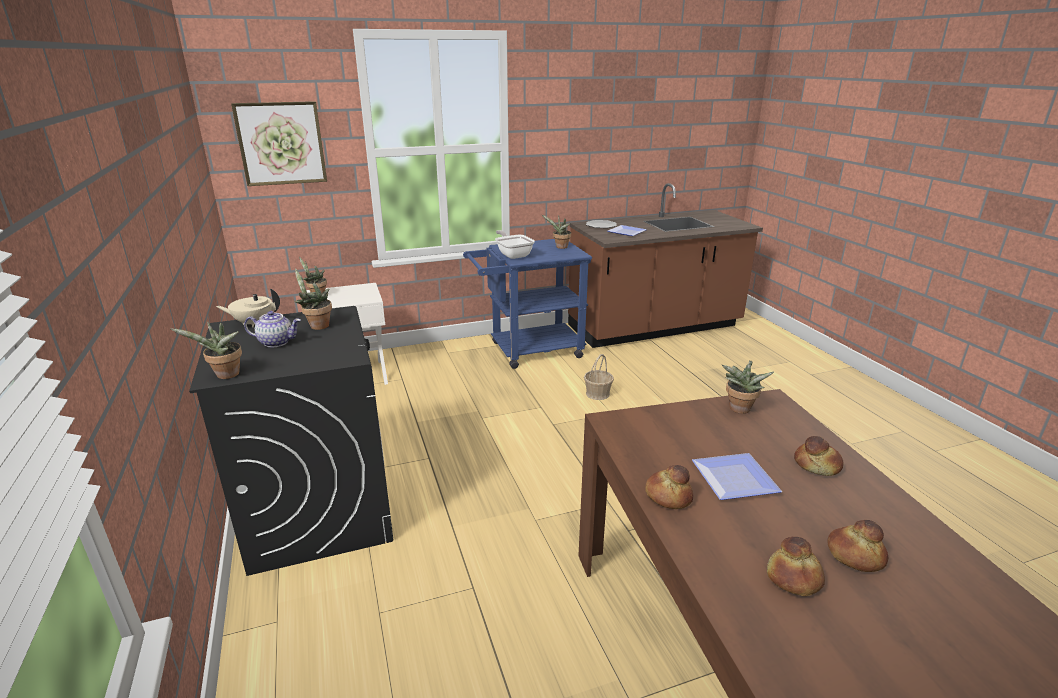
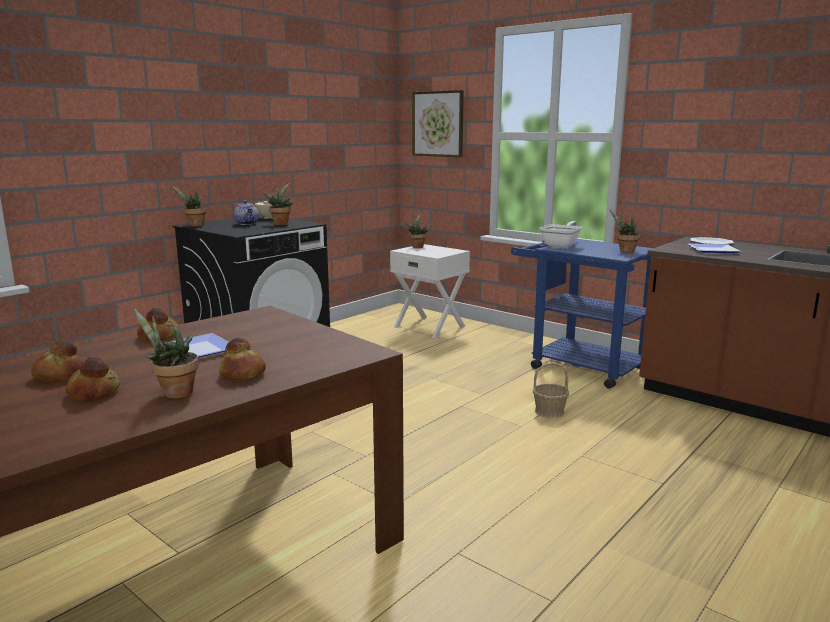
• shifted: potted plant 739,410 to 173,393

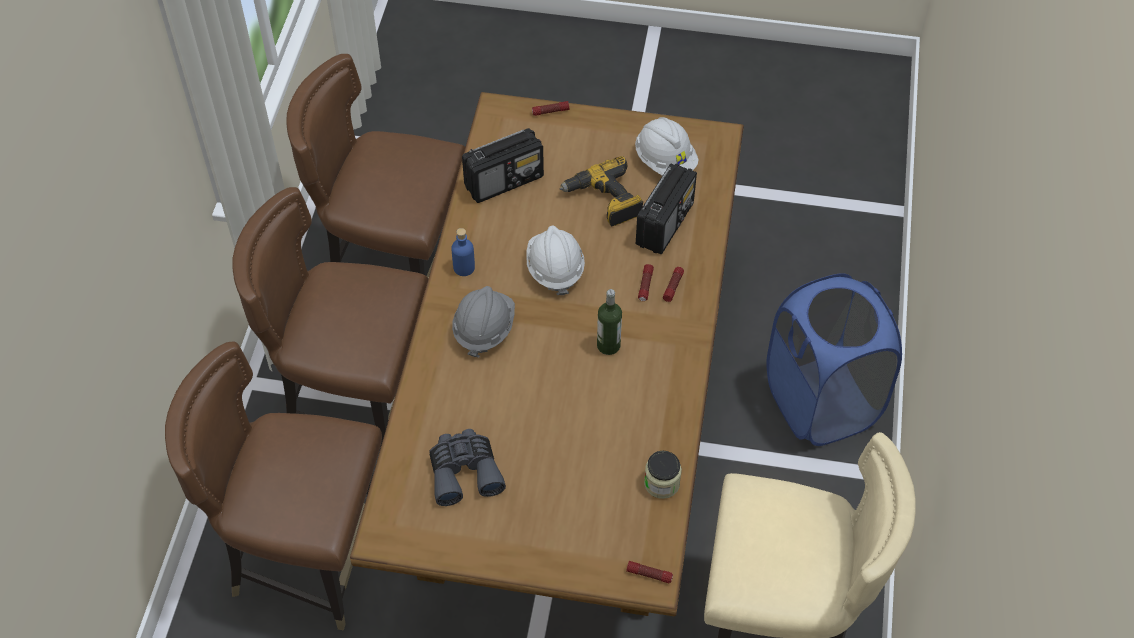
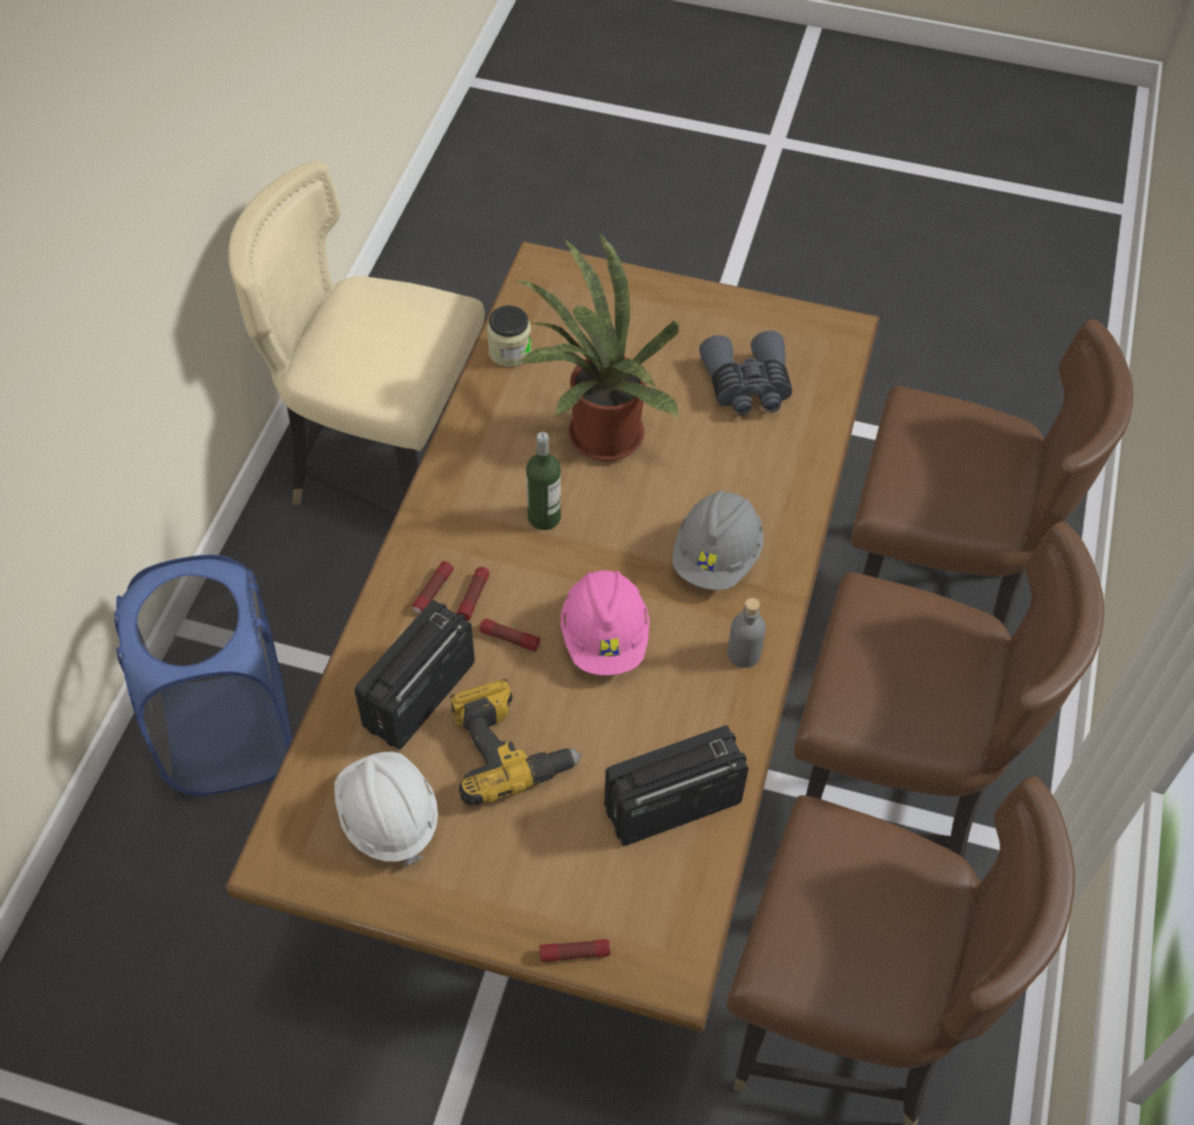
• shifted: flashlight 649,574 to 509,639
• new: potted plant 598,438
• repainted: white hard hat 554,269 to pink hard hat 605,638
• repainted: blue bottle 464,268 to grey bottle 743,654

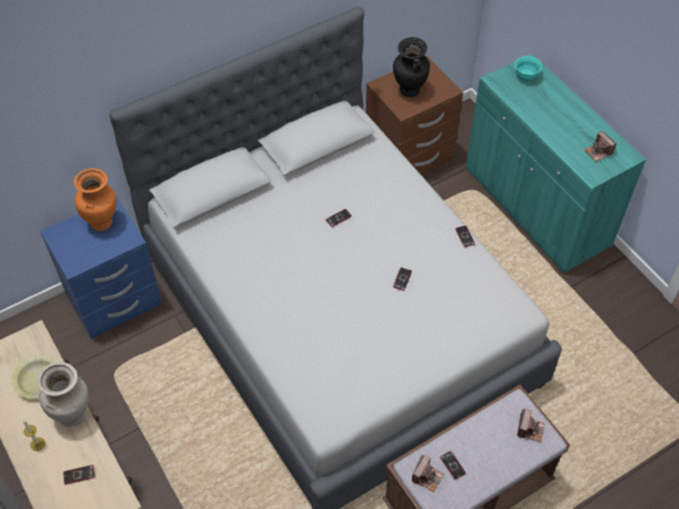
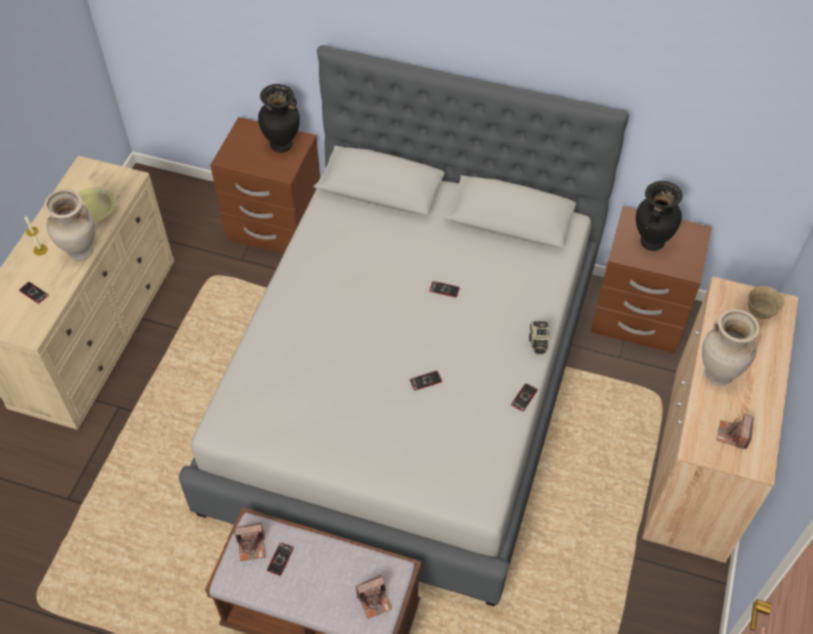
• repainted: blue nightstand 115,301 to brown nightstand 275,228
• repainted: orange vase 103,223 to black vase 282,146
• new: photo camera 538,342
• repainted: turquoise cabinet 536,207 to beige cabinet 698,462
• new: beige vase 718,374
• repainted: turquoise bowl 526,76 to beige bowl 760,312

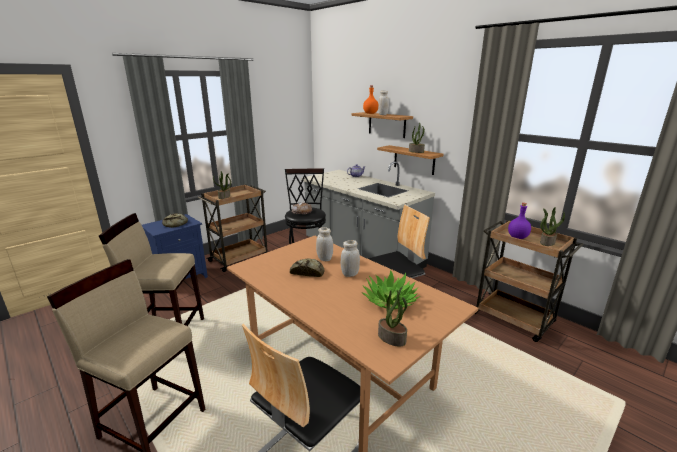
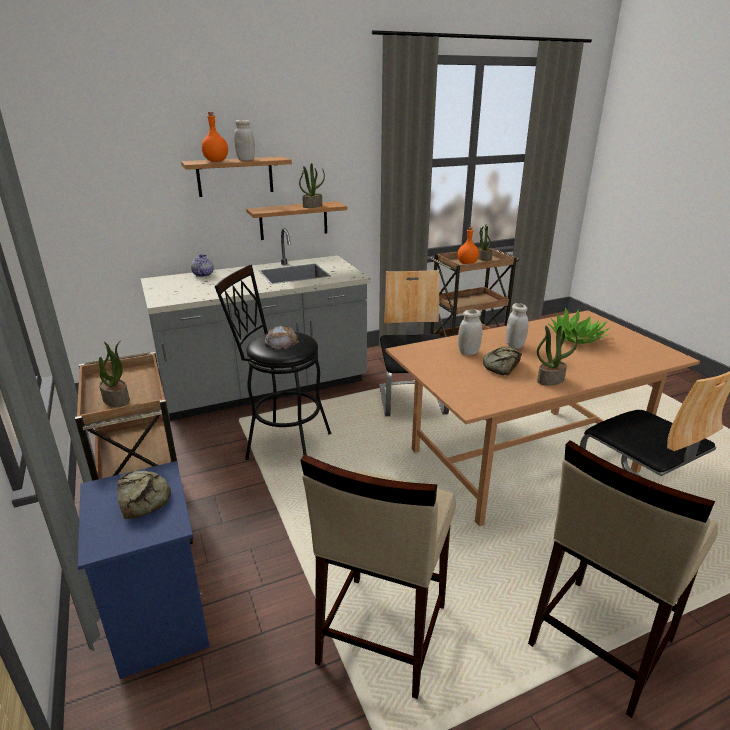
• repainted: purple bottle 517,237 to orange bottle 467,263
• shifted: potted plant 392,338 to 550,379

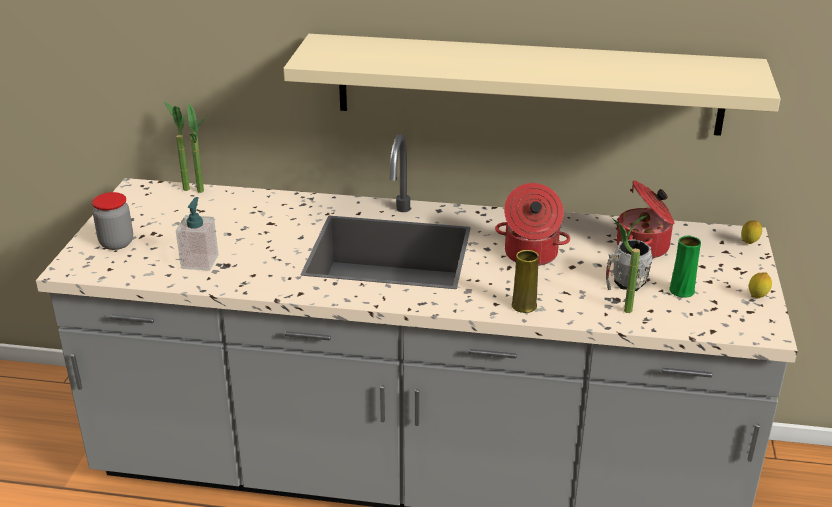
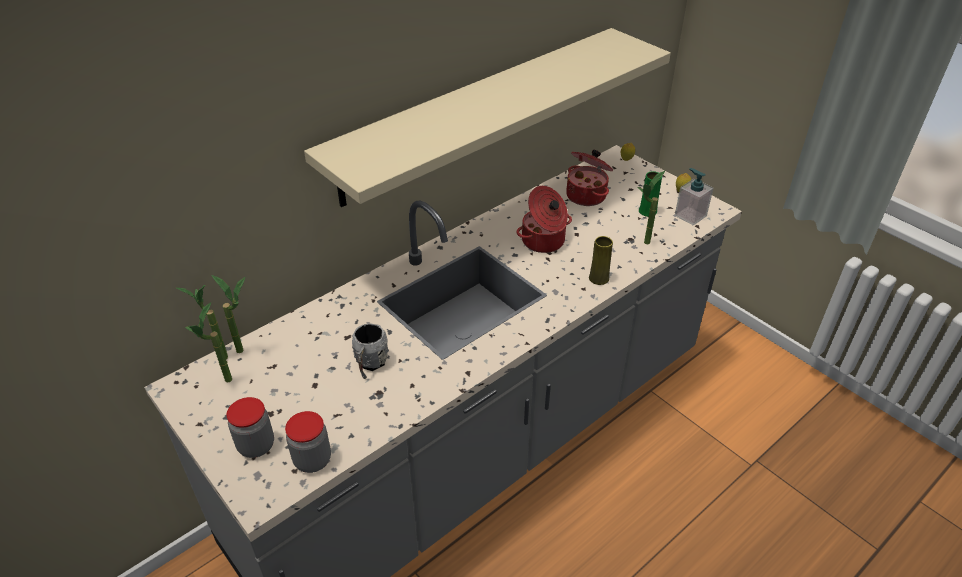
• new: potted plant 222,384
• new: jar 312,460
• shifted: grey mug 624,284 to 370,364
• shifted: soap dispenser 200,261 to 690,216

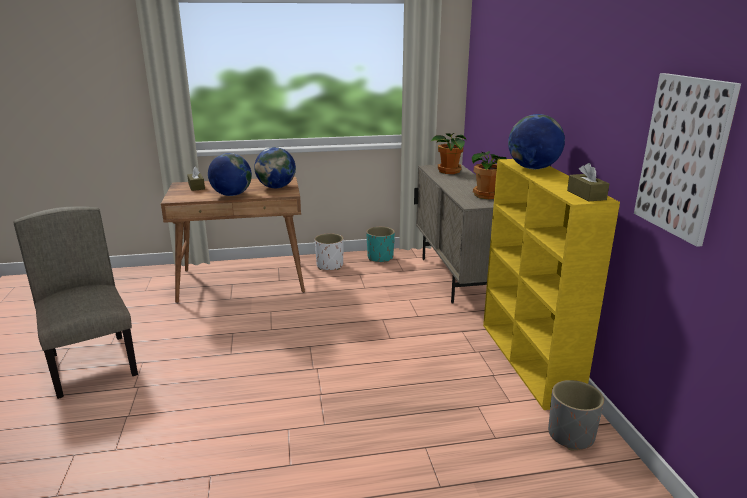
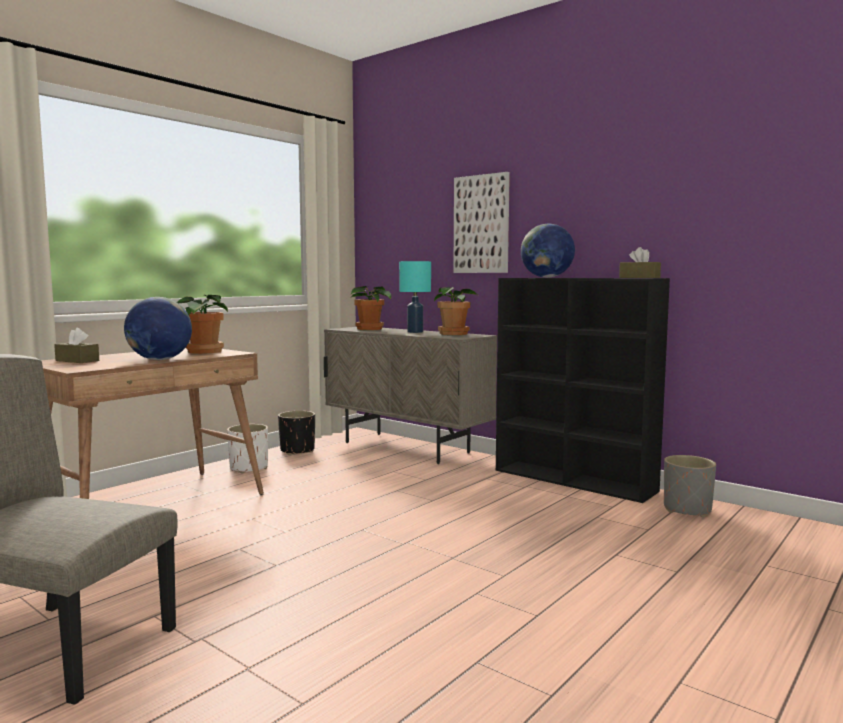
• swapped: globe 276,187 to potted plant 203,351
• repainted: turquoise planter 380,258 to black planter 297,451
• new: turquoise table lamp 415,332
• shifted: picture 683,157 to 481,224
• repainted: yellow bookcase 529,361 to black bookcase 575,480

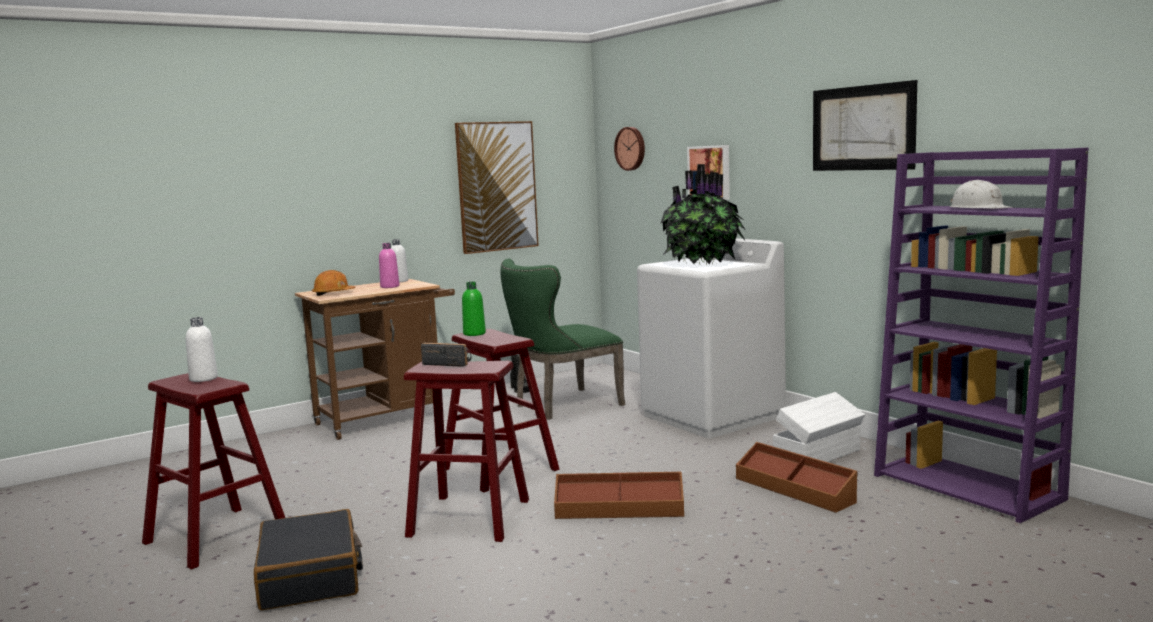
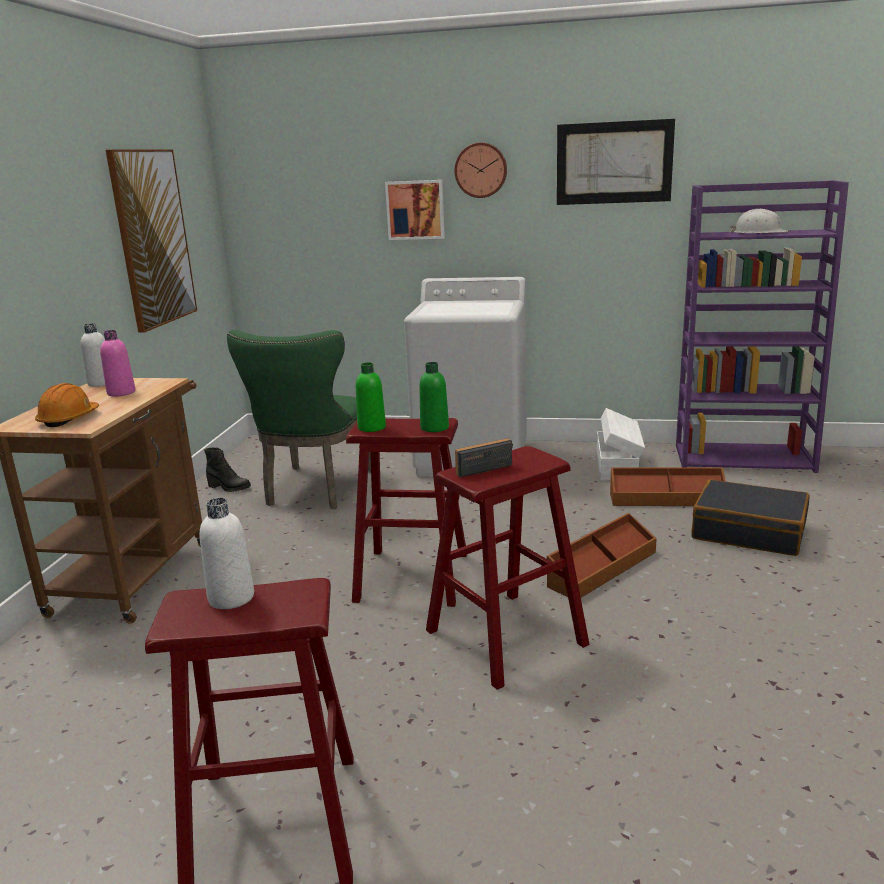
• new: green bottle 434,428
• shifted: wall clock 631,148 to 481,170
• shifted: black suitcase 310,576 to 749,531
• gone: potted plant 703,264

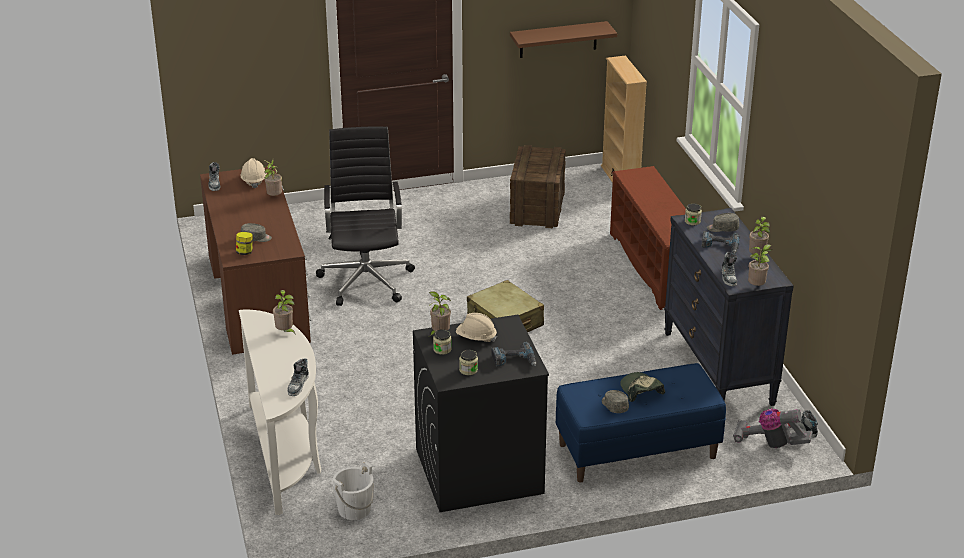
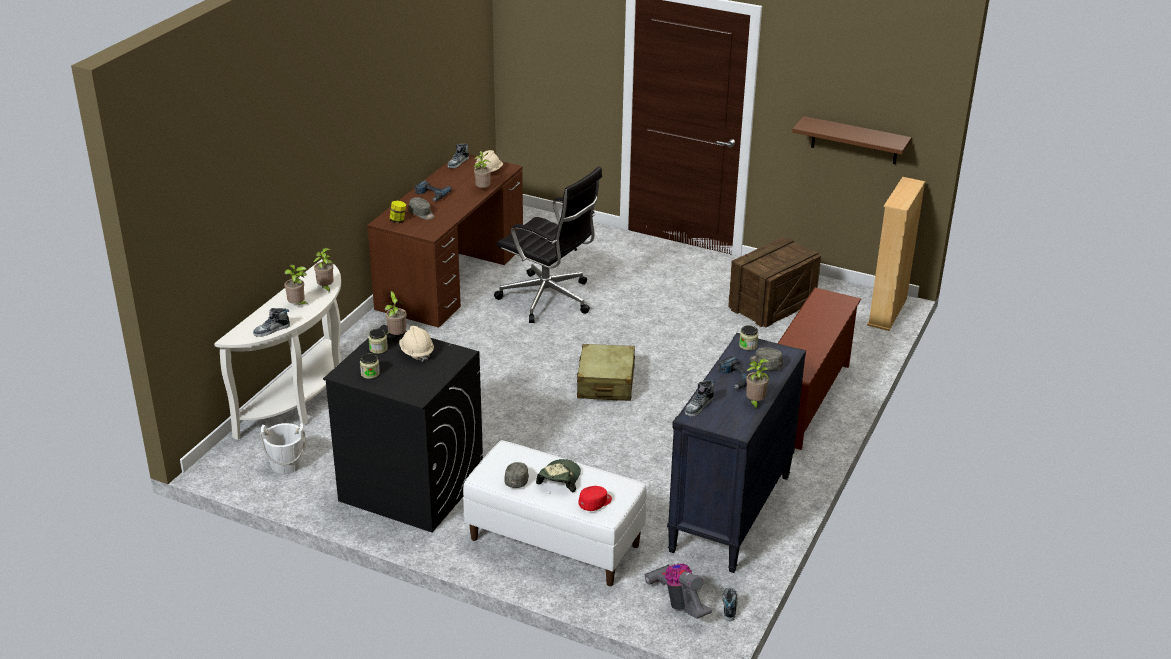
• shifted: potted plant 757,287 to 298,305
• shifted: power drill 514,360 to 431,195
• repainted: blue bench 637,451 to white bench 553,542
• rotated: black office chair 366,279 = 549,299 90 degrees clockwise
• new: red cap 595,503

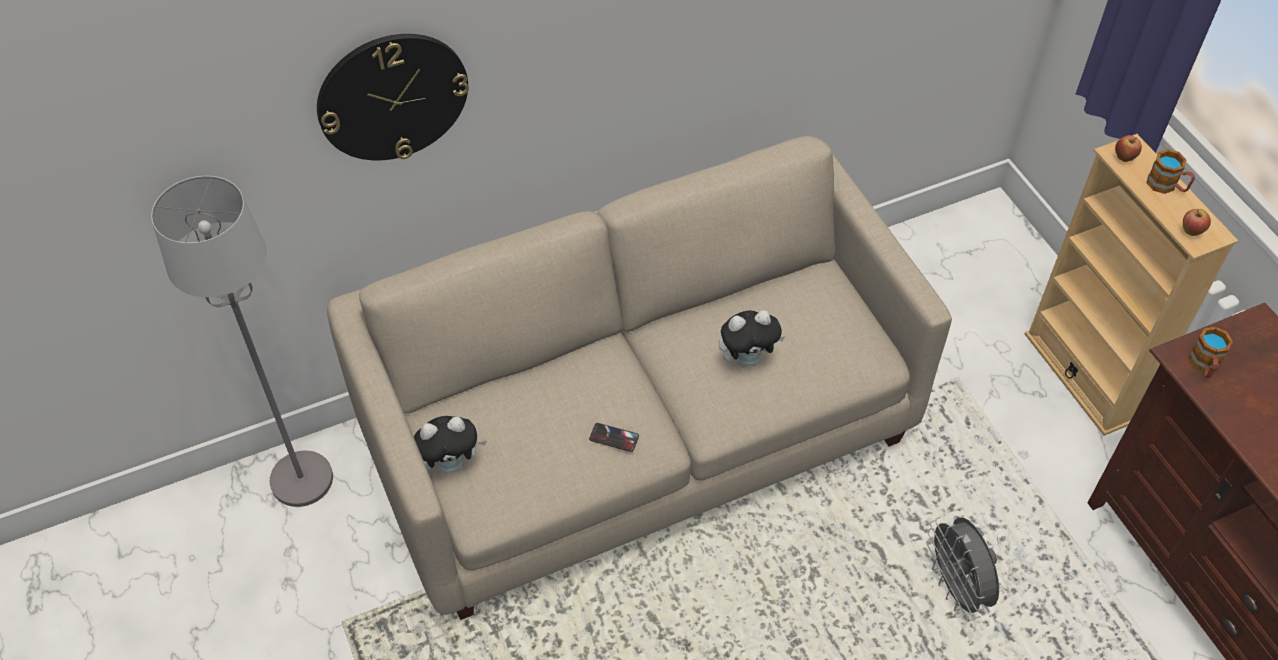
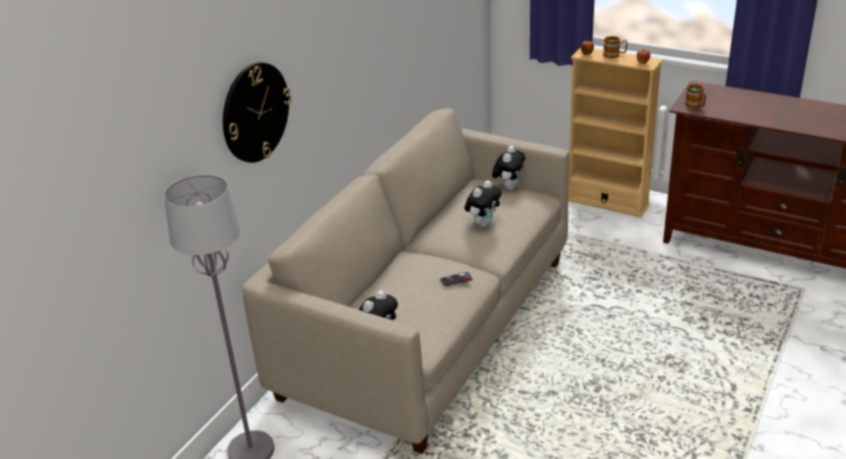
• new: plush toy 508,187
• gone: grey fan 956,588

